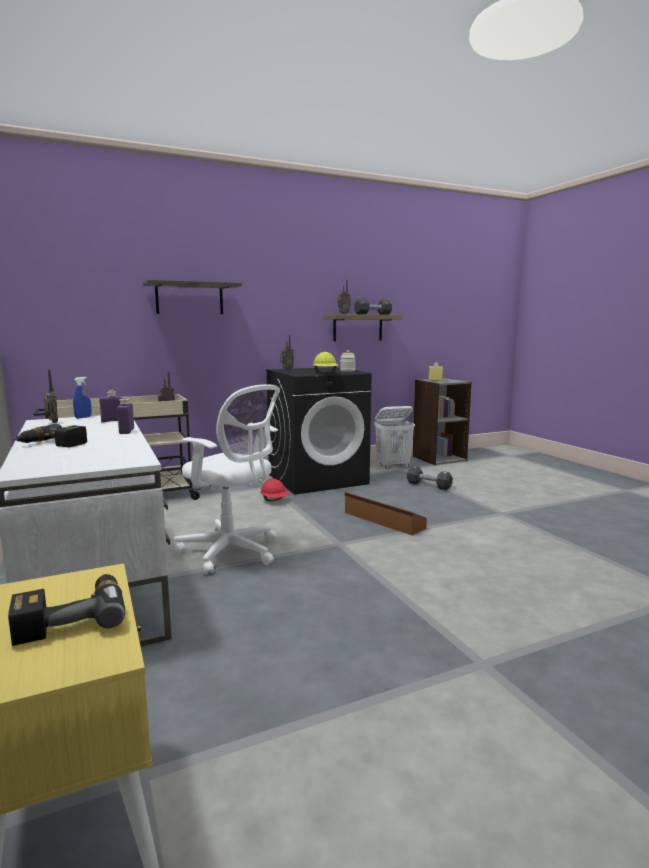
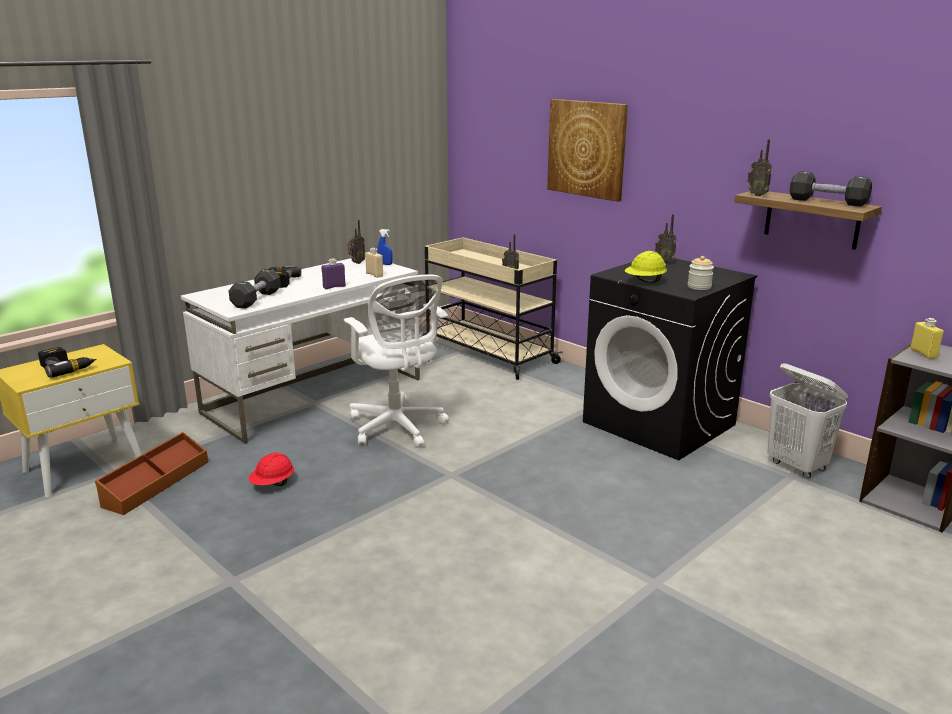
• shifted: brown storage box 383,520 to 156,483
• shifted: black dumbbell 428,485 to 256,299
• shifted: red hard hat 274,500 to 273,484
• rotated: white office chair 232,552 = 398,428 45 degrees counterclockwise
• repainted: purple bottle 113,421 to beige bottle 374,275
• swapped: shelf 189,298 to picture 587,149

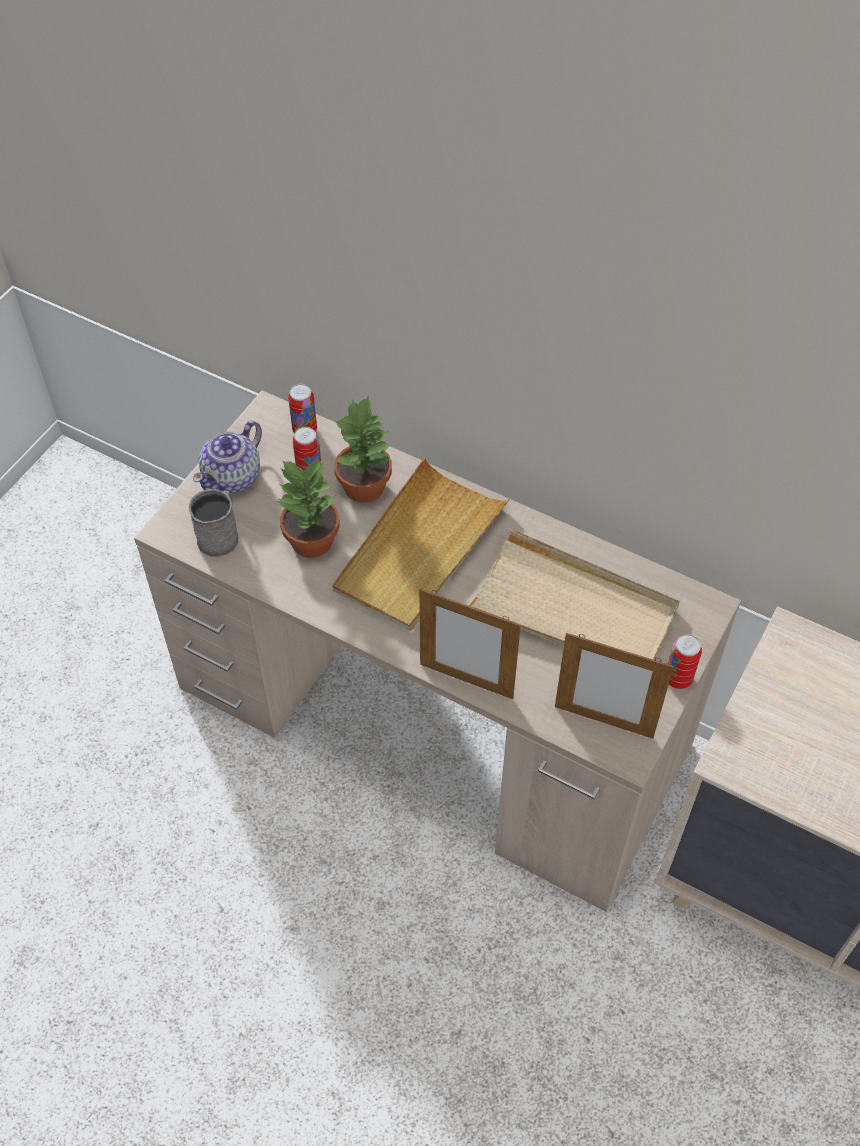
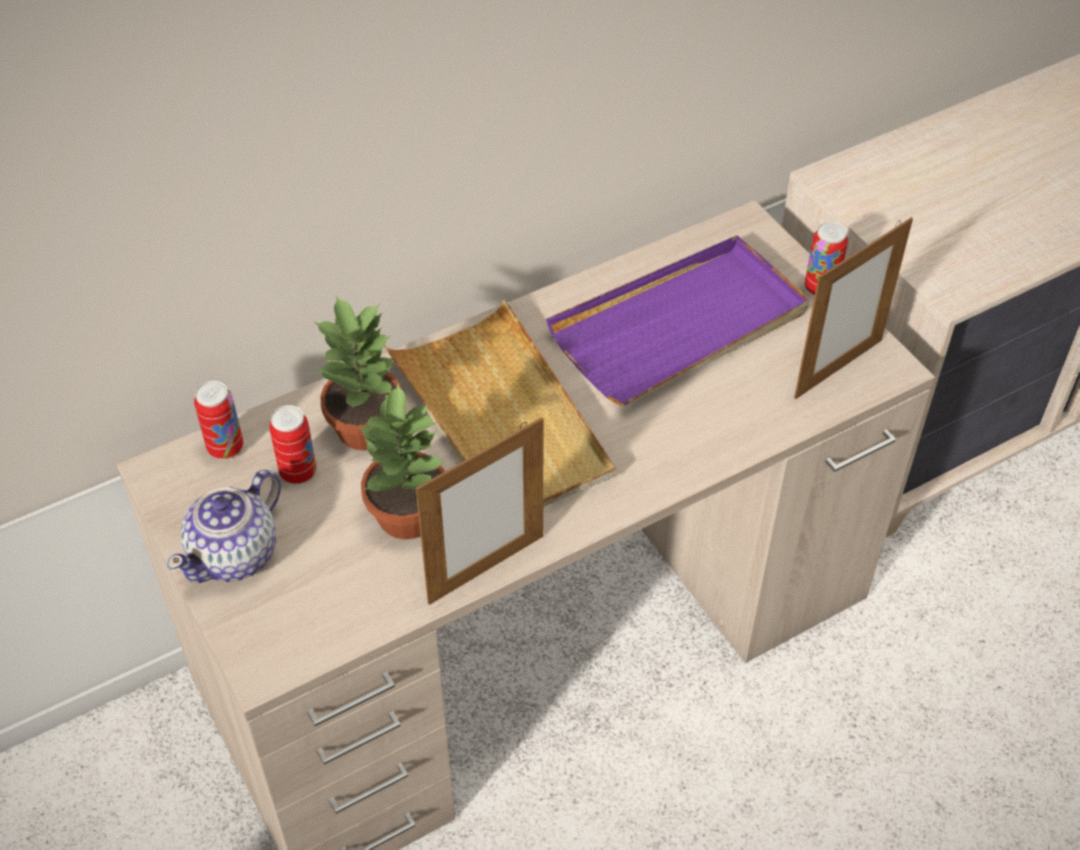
• rotated: teapot 233,477 = 236,554 60 degrees clockwise
• shifted: picture frame 466,681 to 486,569
• repainted: beige tray 574,610 to purple tray 681,326
• gone: grey mug 220,535

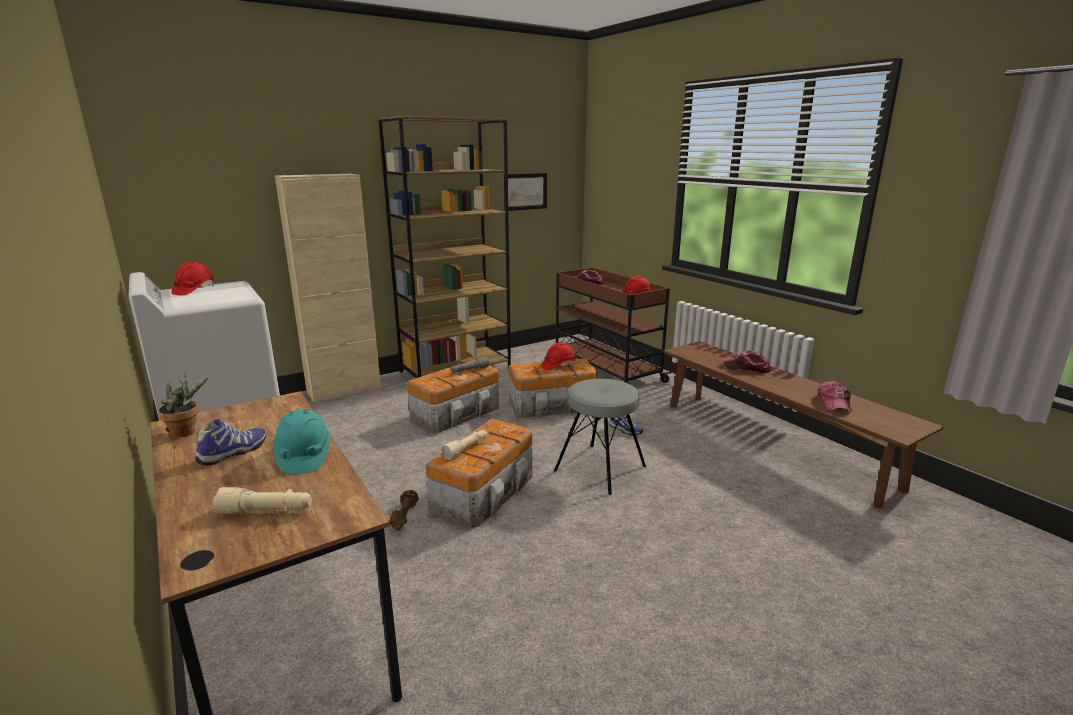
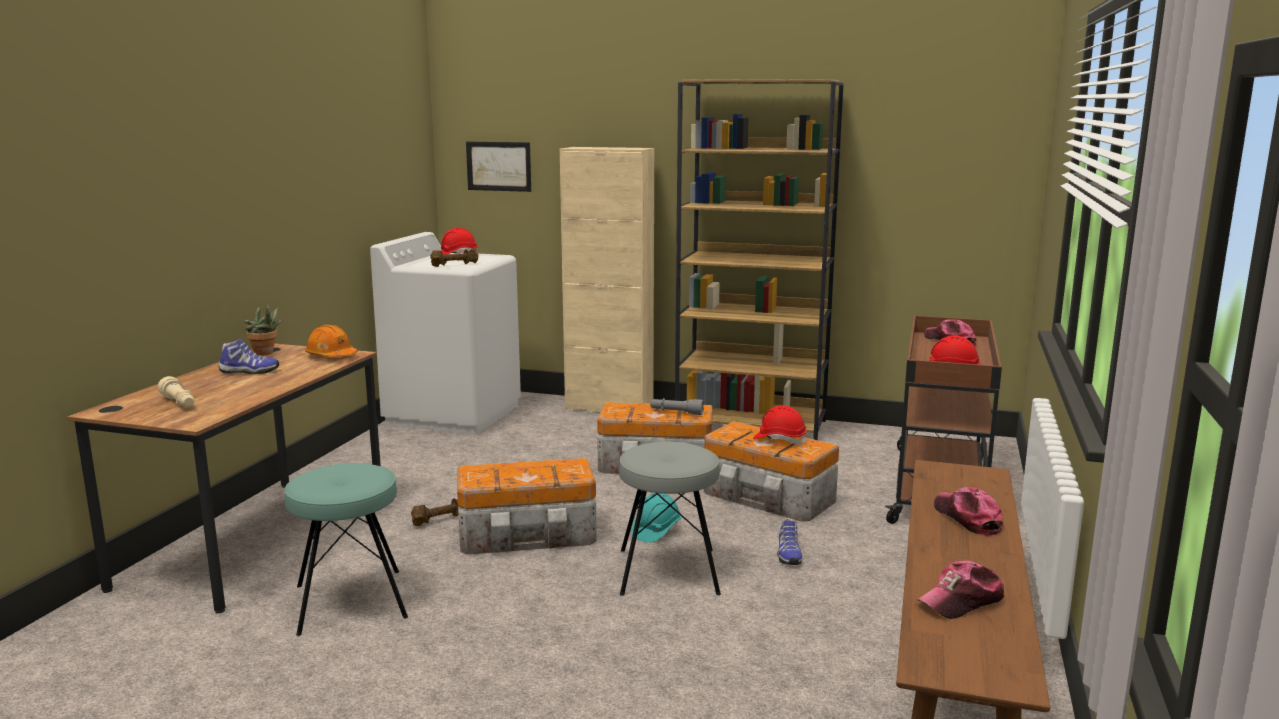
• new: turquoise stool 350,601
• new: orange hard hat 331,356
• new: brown dumbbell 454,265
• shifted: picture 525,191 to 499,166
• shifted: turquoise hard hat 303,456 to 656,531
• gone: beige flashlight 466,449

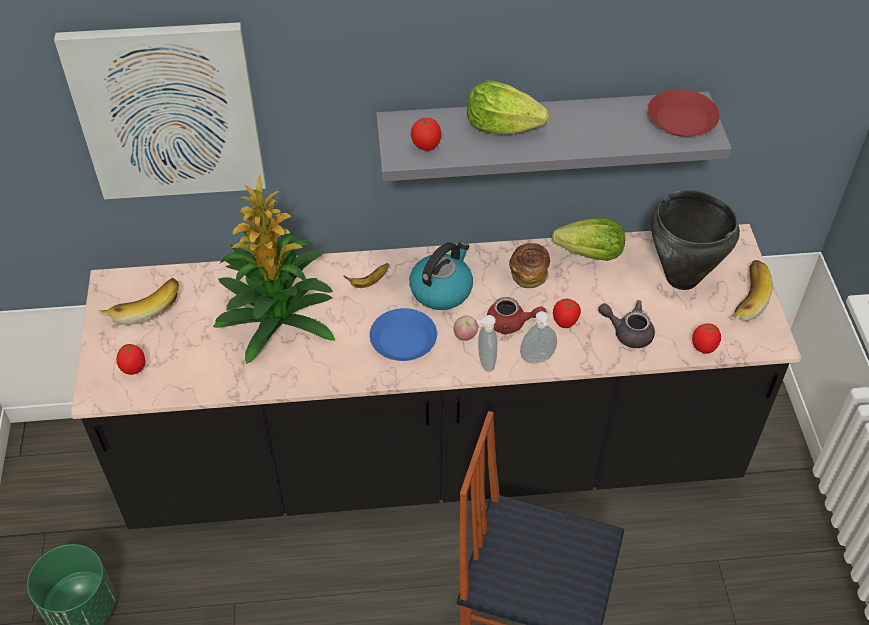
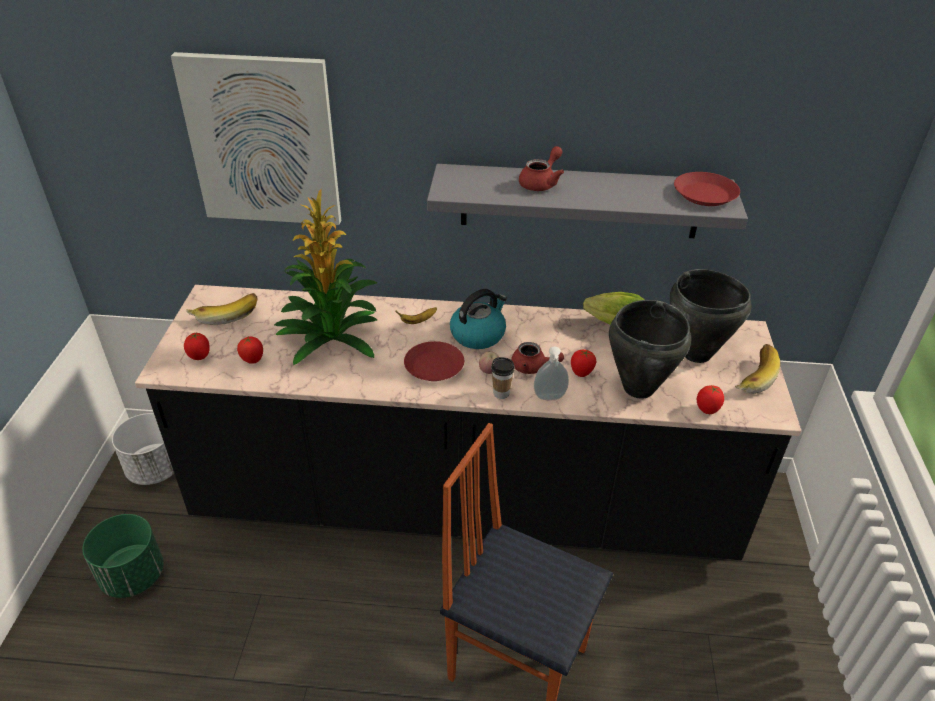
• new: white planter 155,469
• shifted: tomato 426,147 to 253,360
• repainted: blue plate 402,339 to red plate 433,366
• swapped: soap dispenser 484,362 to cup 501,393
• swapped: lettuce 501,127 to red teapot 541,183
• swapped: grey teapot 627,332 to black cooking pot 637,388
• gone: bread 529,272

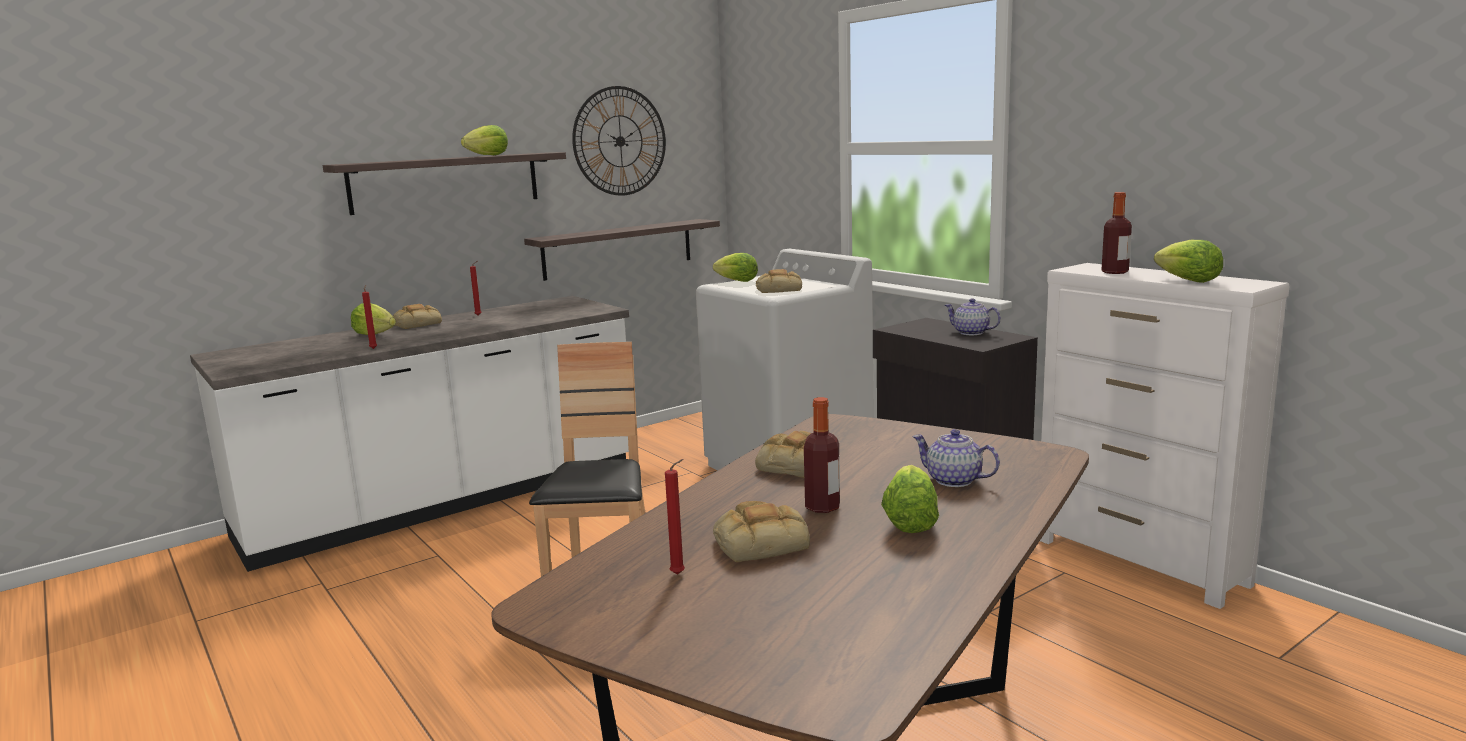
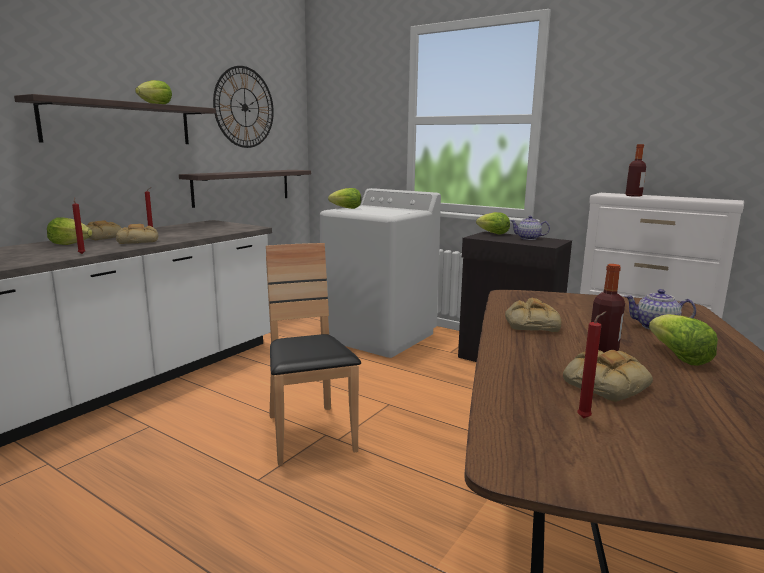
• shifted: bread 779,289 to 138,241
• shifted: lettuce 1188,281 to 493,233

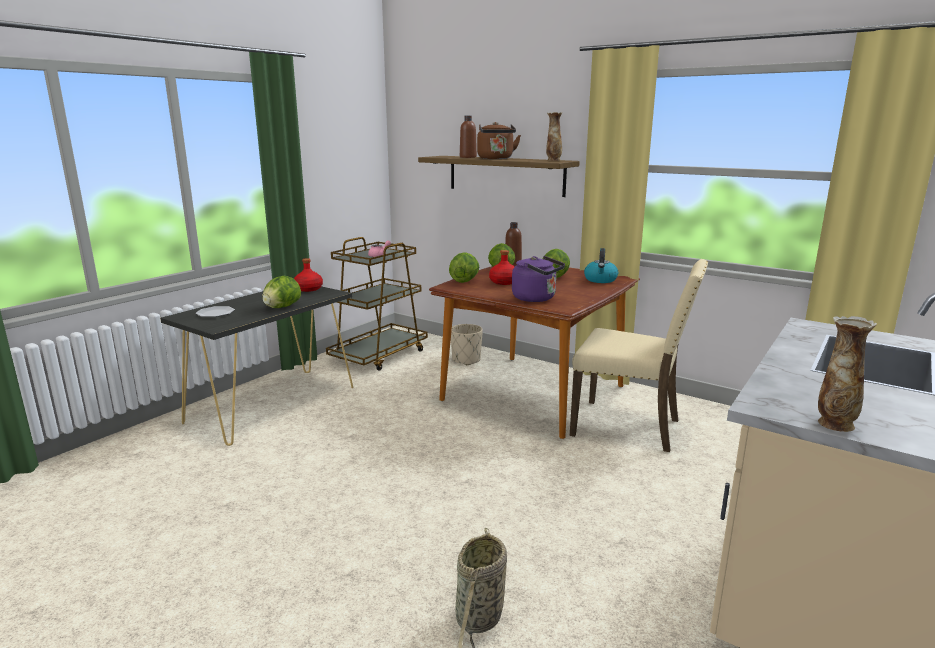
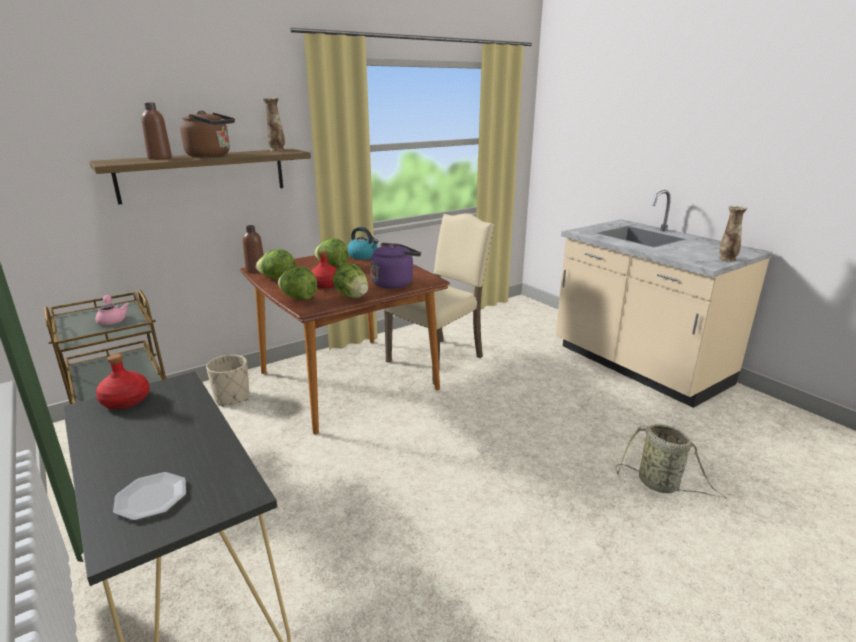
• shifted: lettuce 282,307 to 352,296

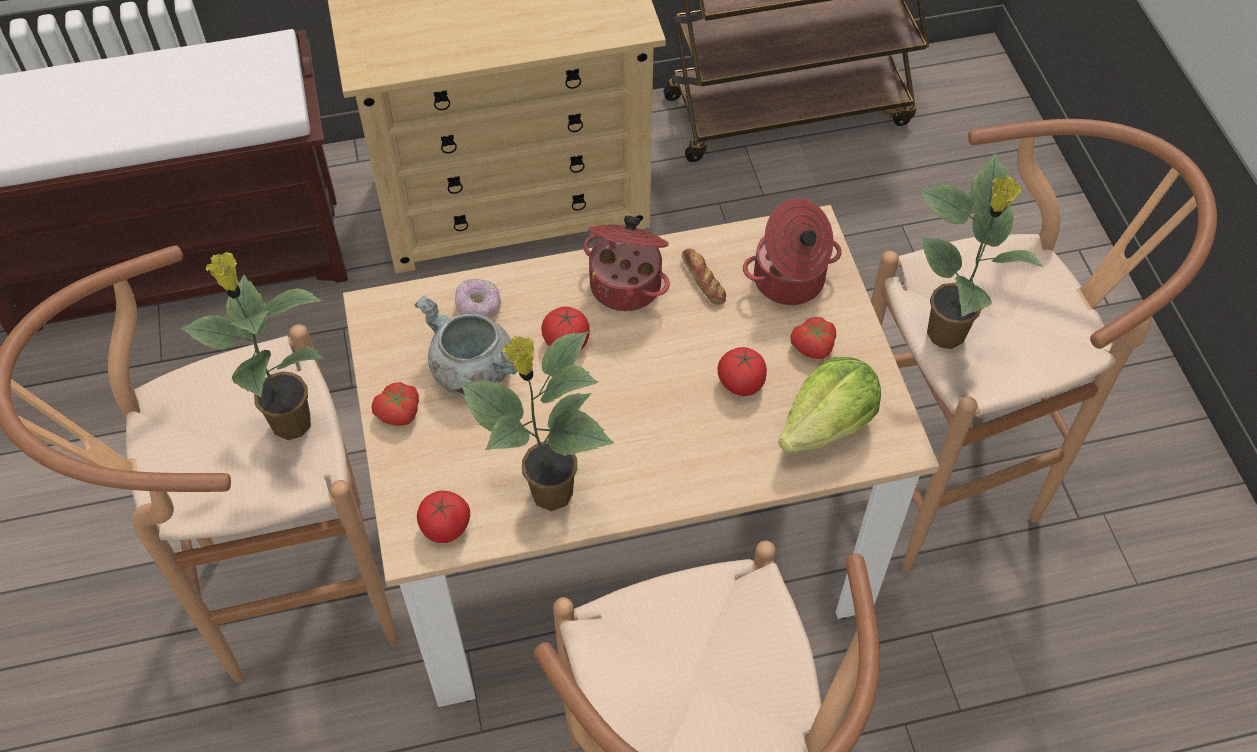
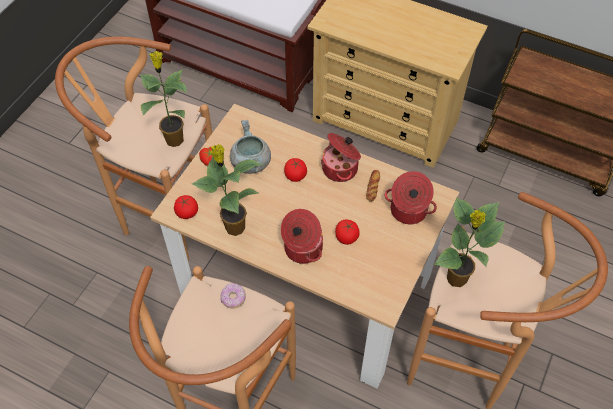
• shifted: donut 478,307 to 233,298
• new: cooking pot 302,249
• gone: lettuce 828,426
• gone: tomato 813,347

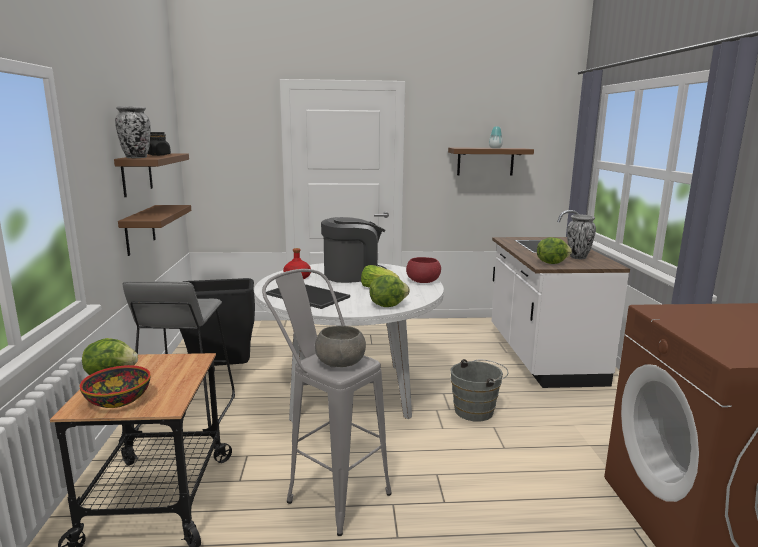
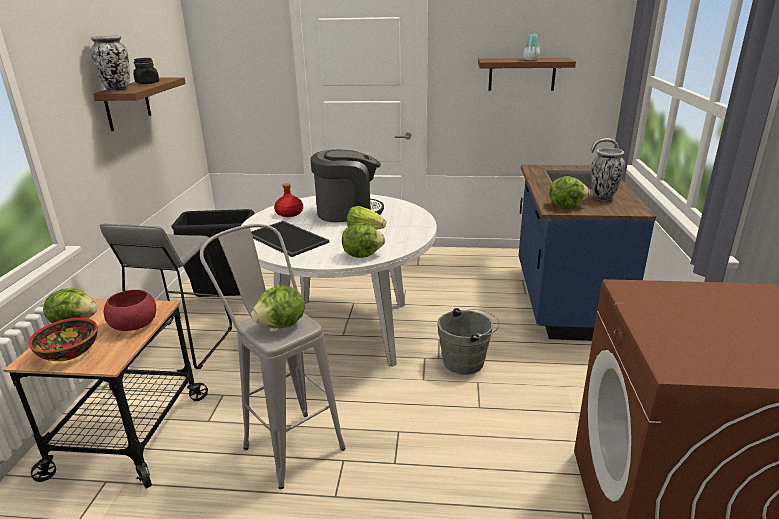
• shifted: red bowl 423,281 to 134,324
• swapped: grey bowl 341,362 to lettuce 282,325
• repainted: white counter 542,356 to blue counter 564,300
• gone: brown shelf 140,229

